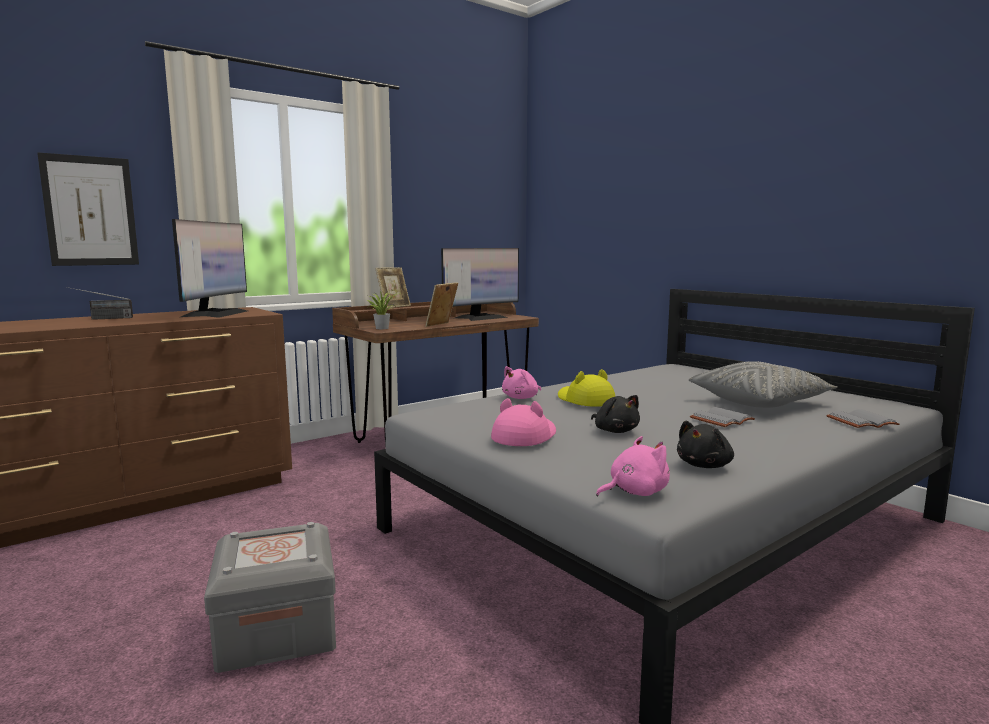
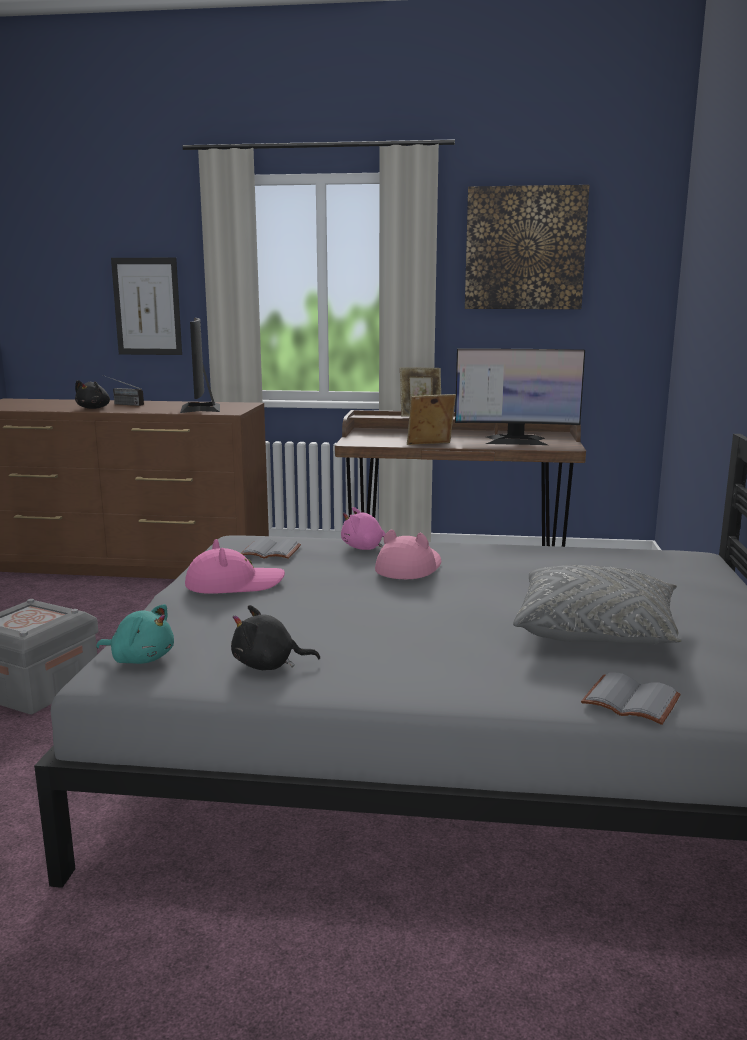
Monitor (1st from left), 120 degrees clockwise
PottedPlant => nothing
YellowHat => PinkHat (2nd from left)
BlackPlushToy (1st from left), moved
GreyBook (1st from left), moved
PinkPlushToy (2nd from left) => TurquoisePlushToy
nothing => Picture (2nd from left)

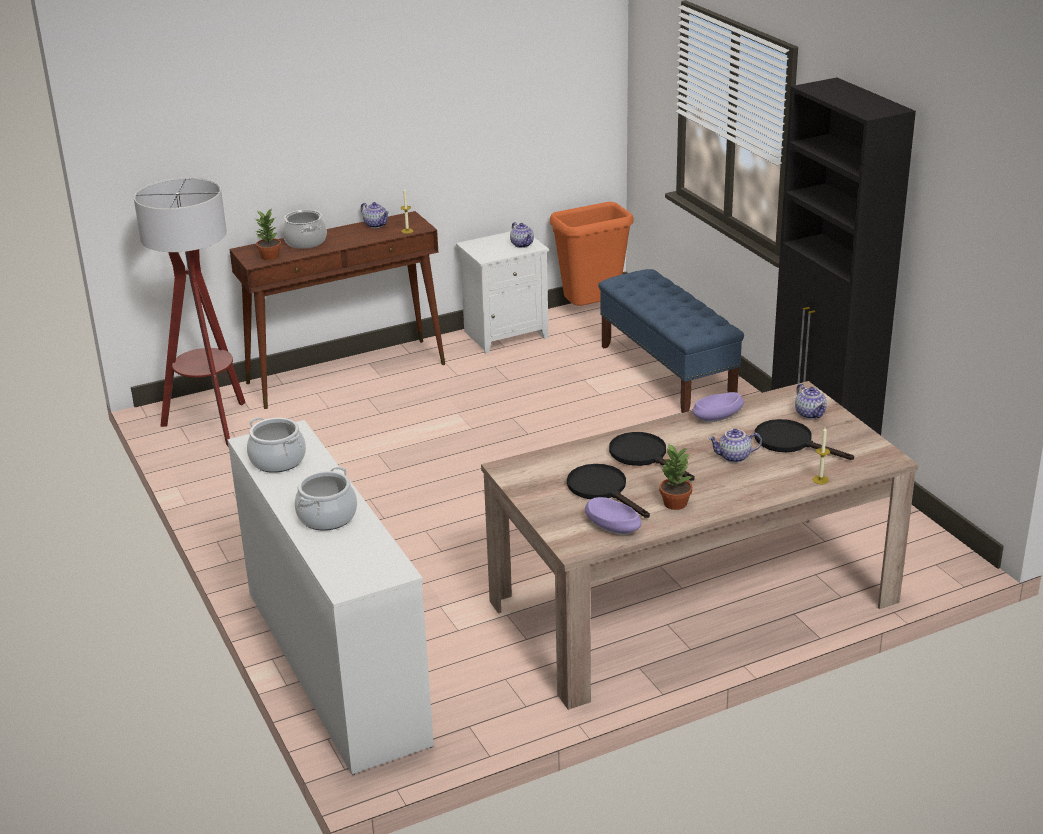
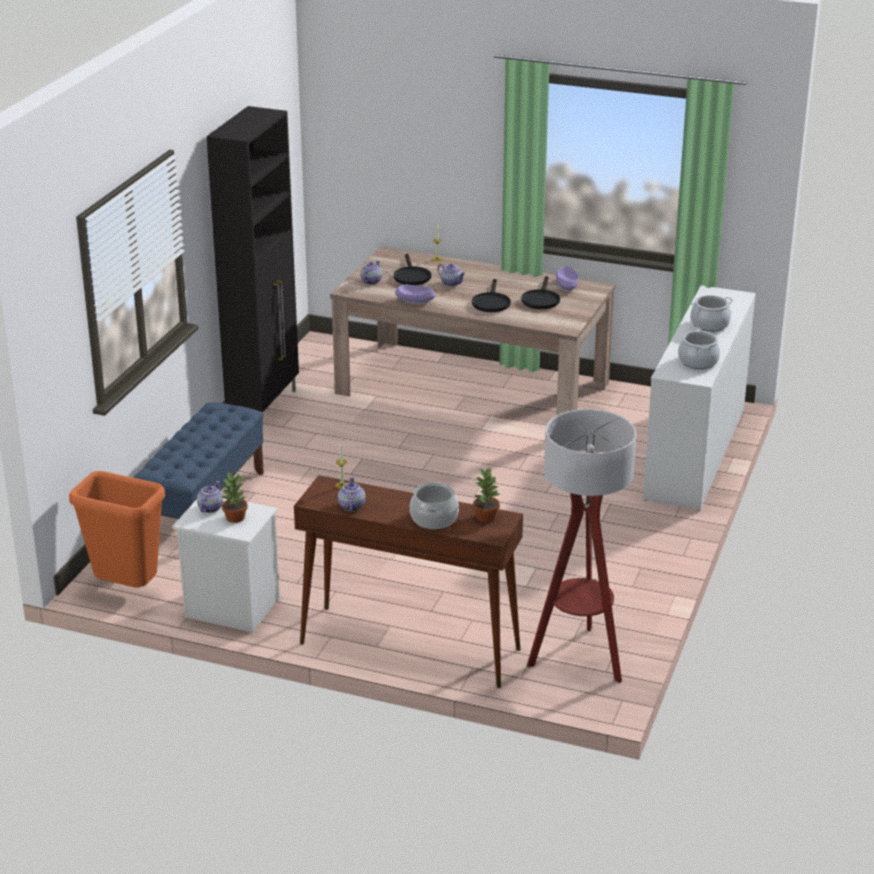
PottedPlant (2nd from left in the first image) => PottedPlant (1st from left), moved

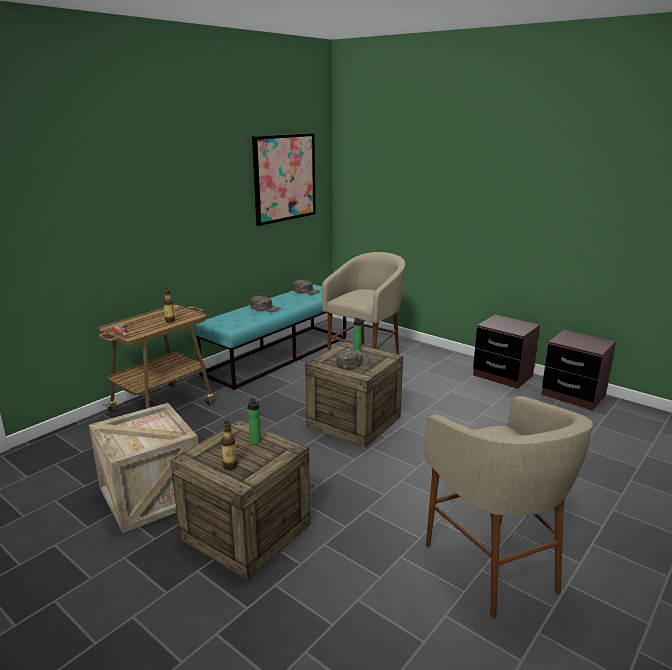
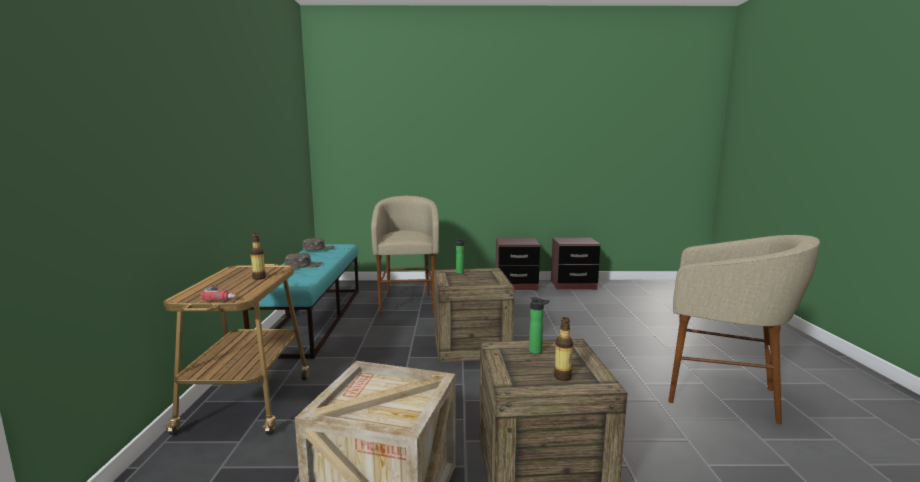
Picture => nothing
GreenCap (3rd from left) => nothing

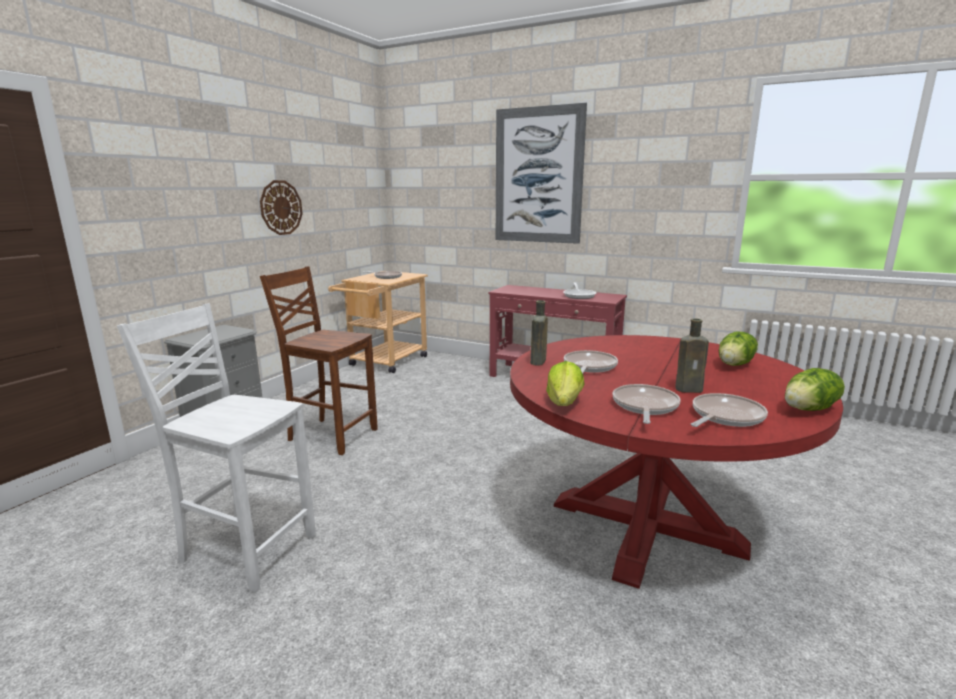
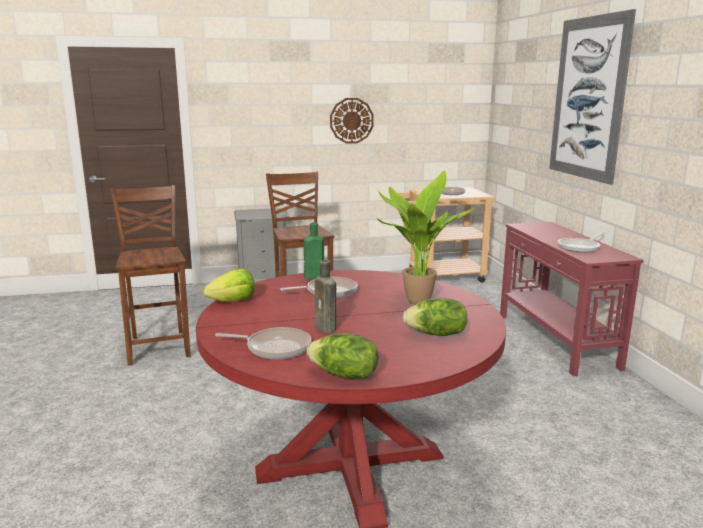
BrownBottle (1st from left) => GreenBottle
WhiteChair => BrownChair (1st from left)
FryingPan (4th from left) => nothing
nothing => PottedPlant

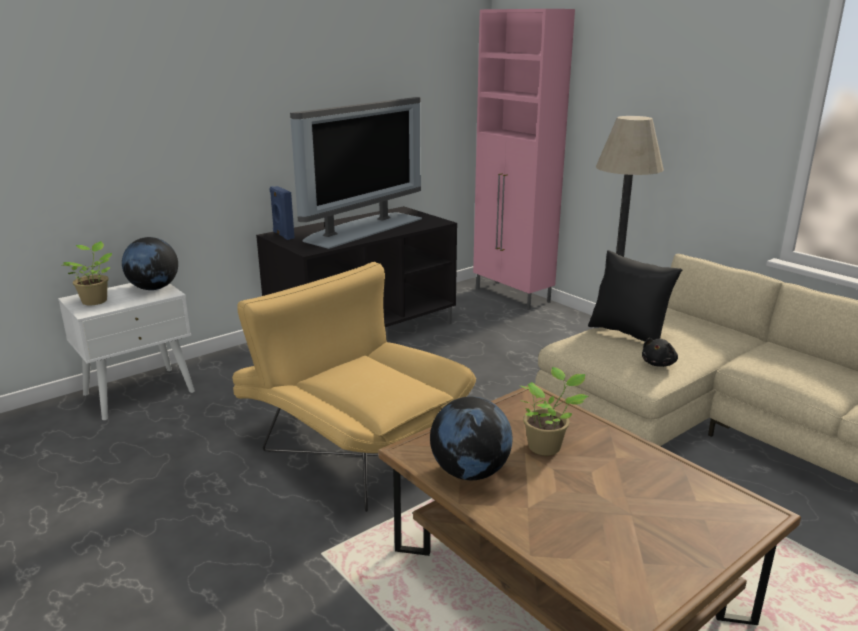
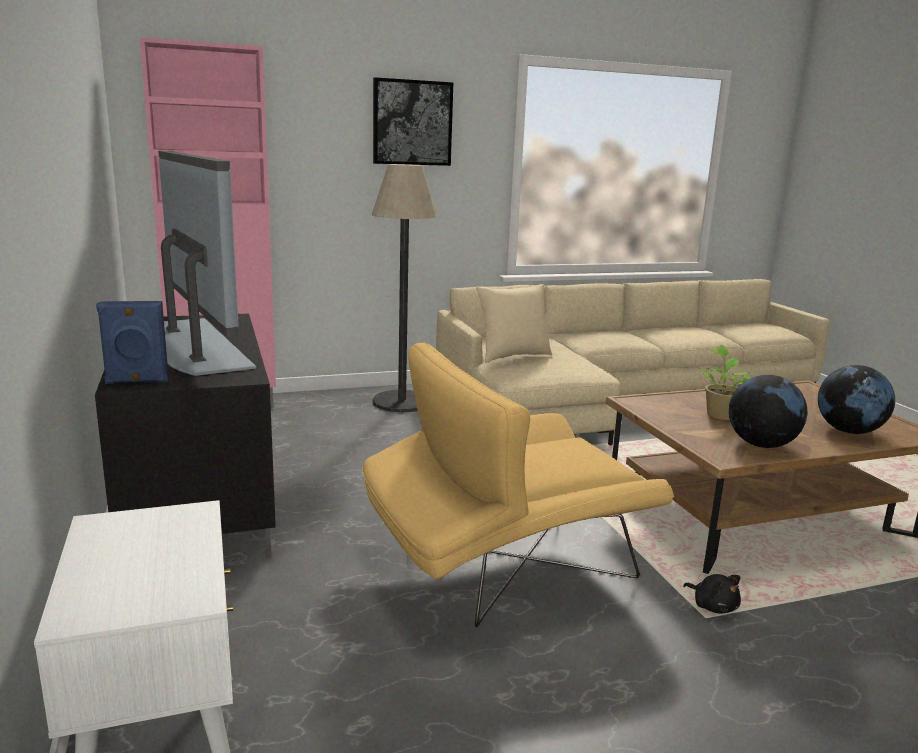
Globe (1st from left in the first image) => Globe (2nd from left), moved
PottedPlant (1st from left) => nothing
BlackPillow => BeigePillow
BlackPlushToy, moved
nothing => Picture

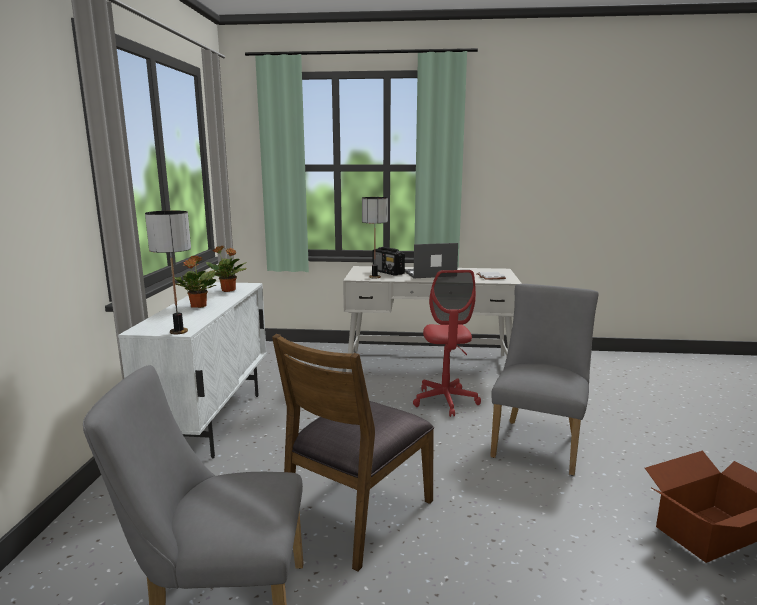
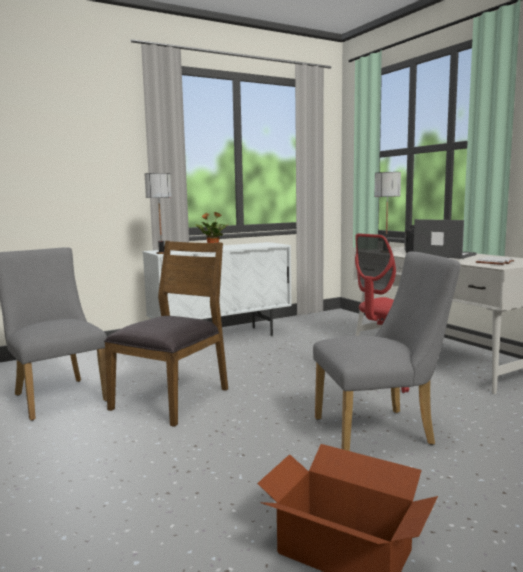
PottedPlant (2nd from left) => nothing
BrownChair, 120 degrees clockwise

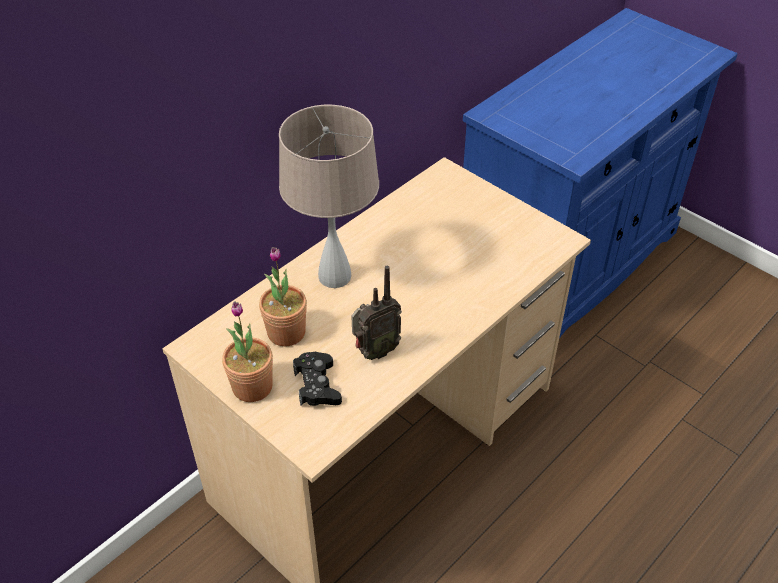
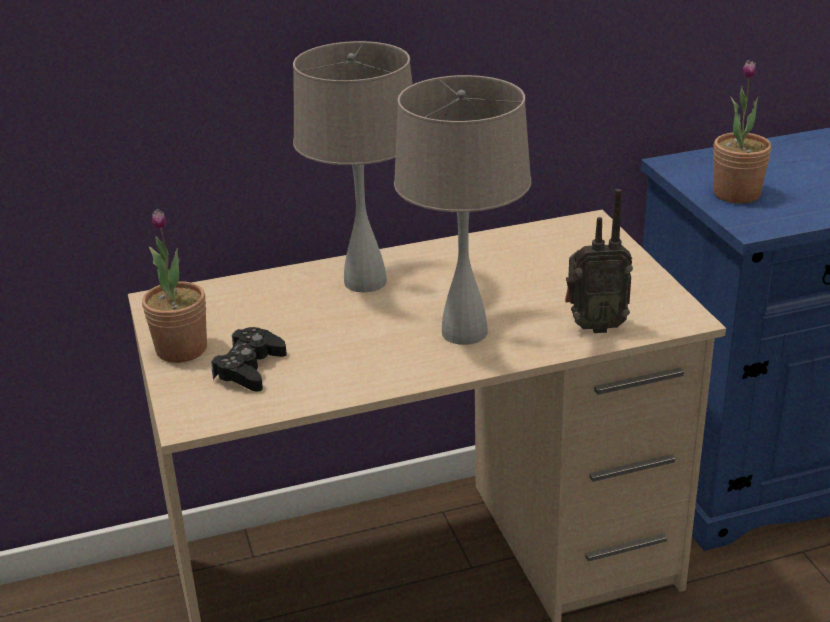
PottedPlant (2nd from left), moved
Radio, moved
nothing => BeigeTableLamp (2nd from left)

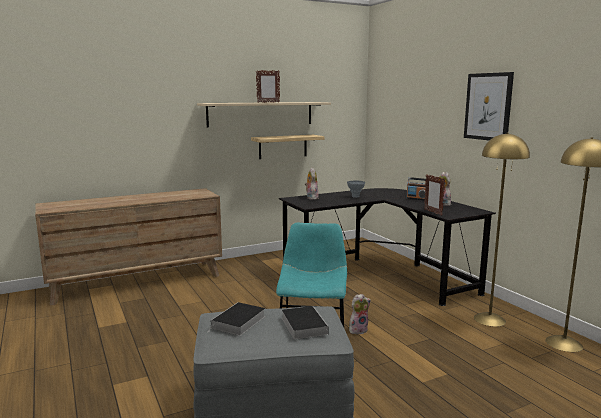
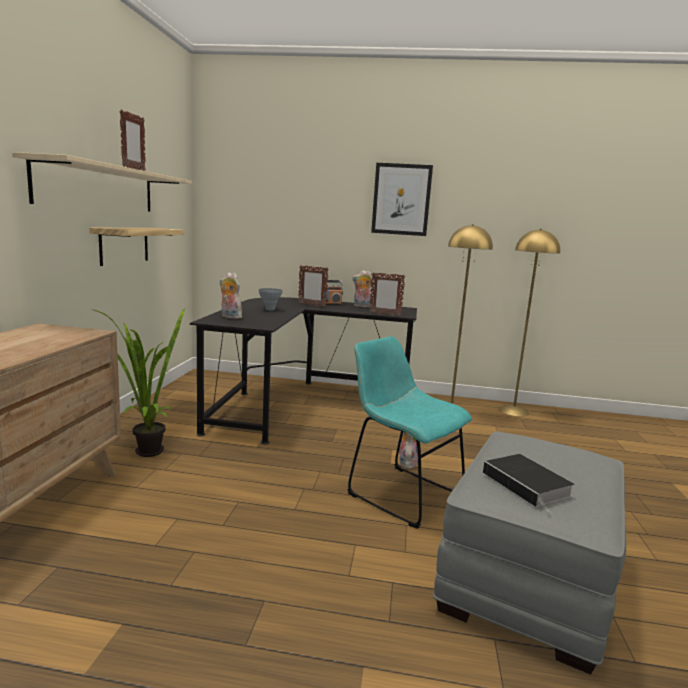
Book (2nd from left) => nothing
nothing => PictureFrame (2nd from left)
nothing => PottedPlant

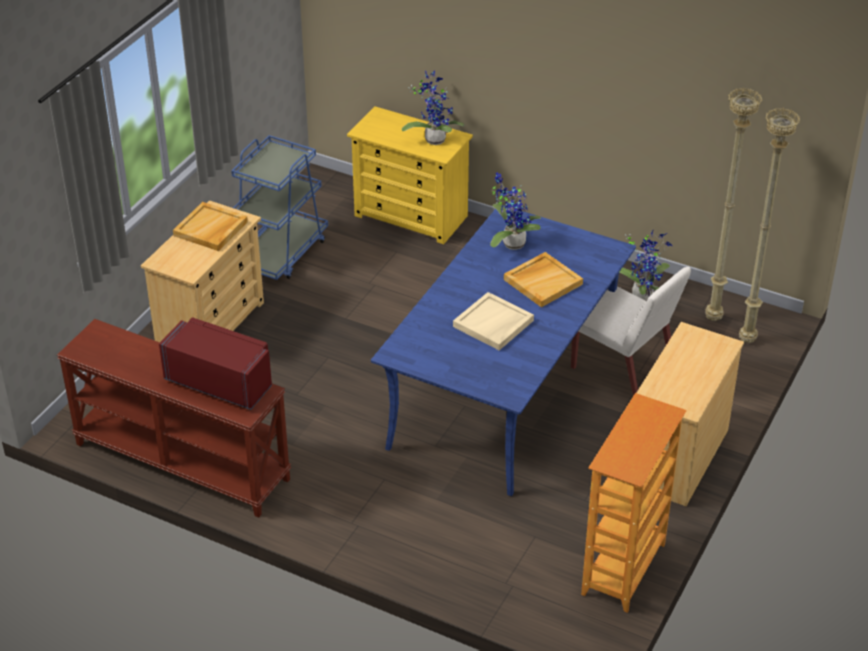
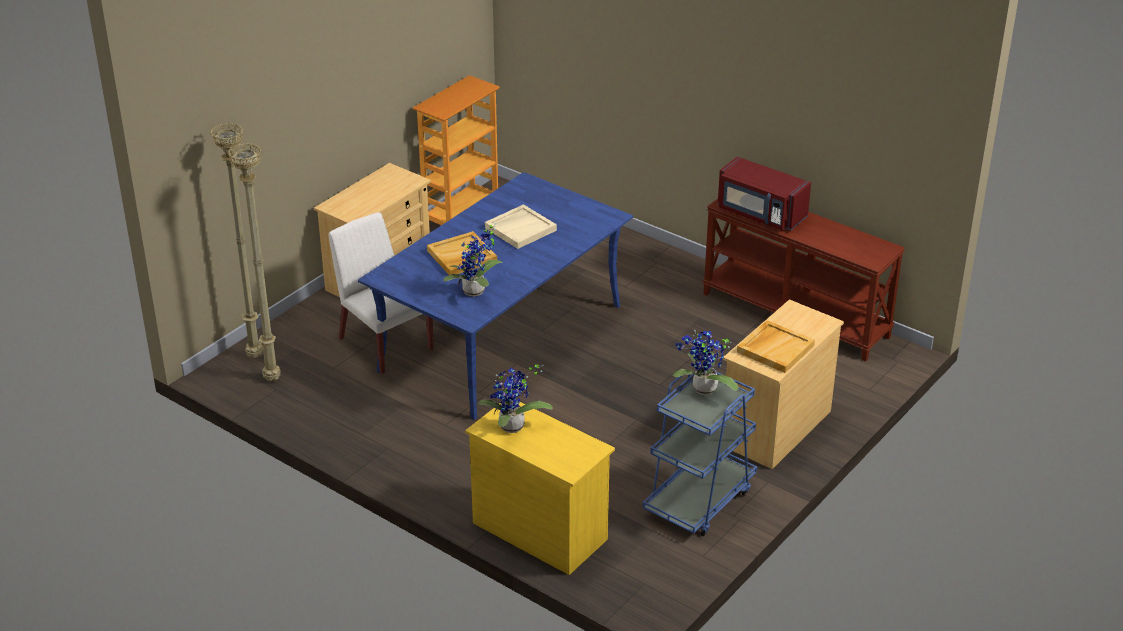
PottedPlant (3rd from left), moved

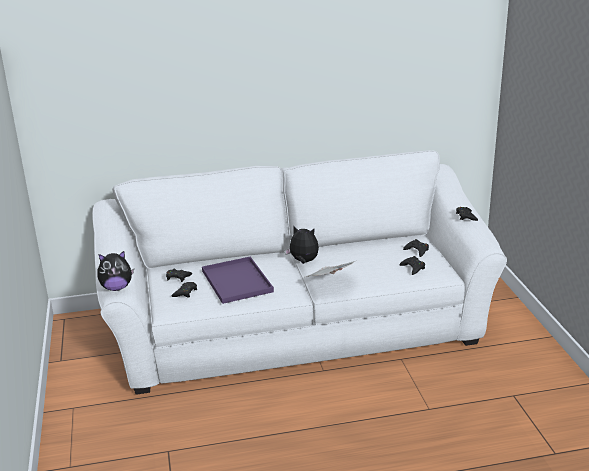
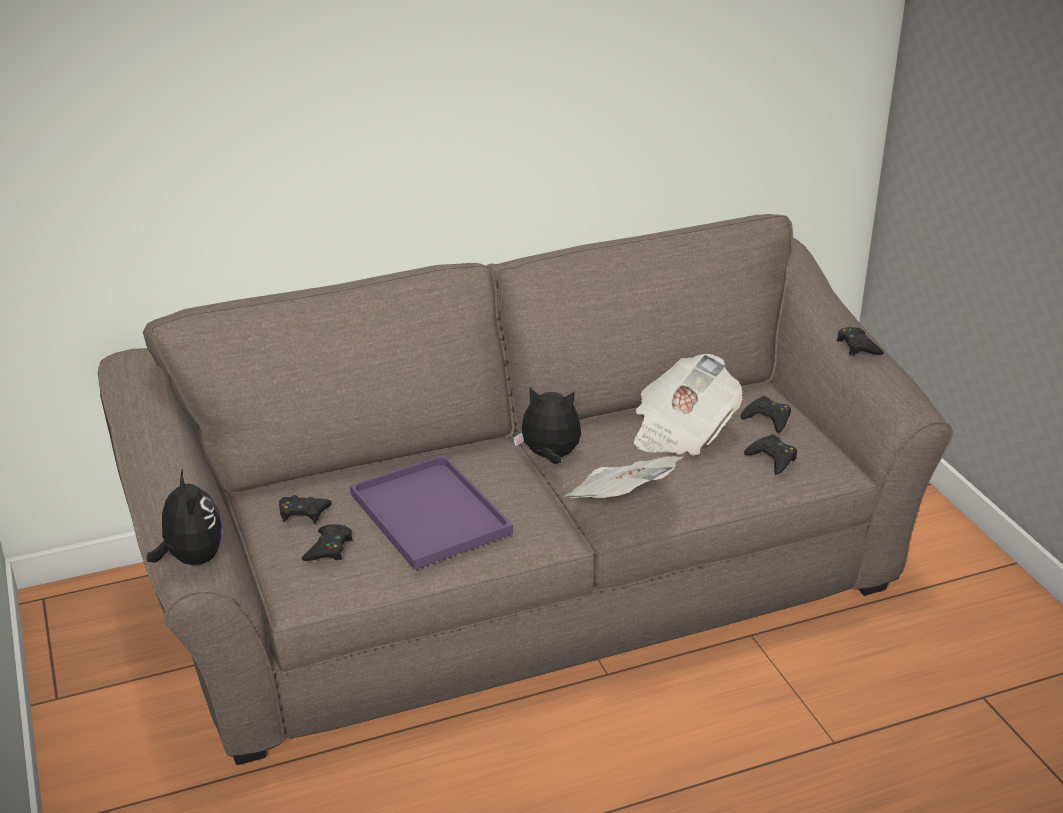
WhiteSofa => BrownSofa
PlushToy (1st from left), 90 degrees counterclockwise
nothing => Newspaper (2nd from left)

